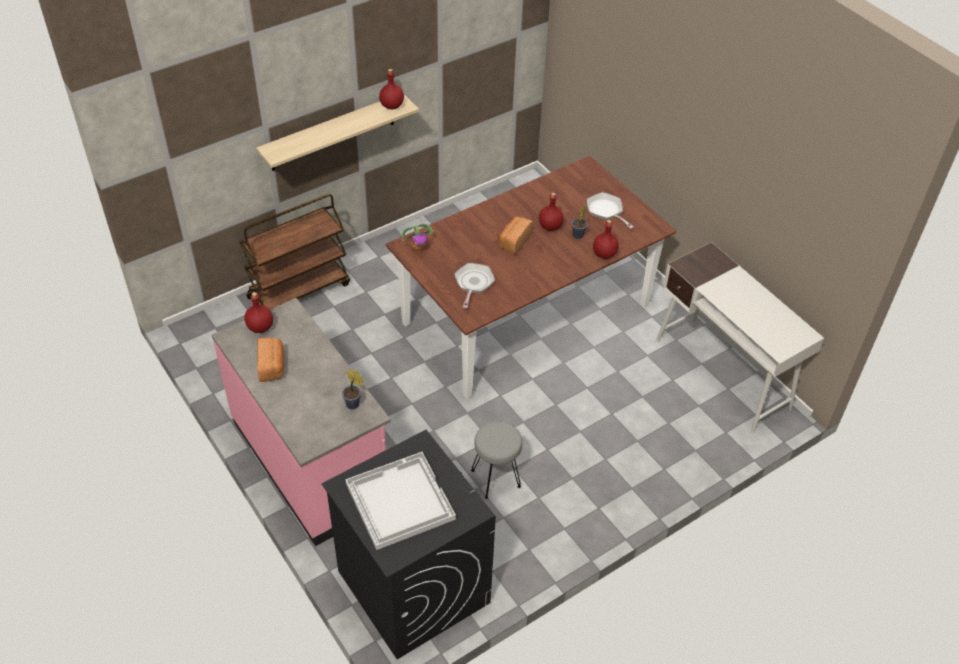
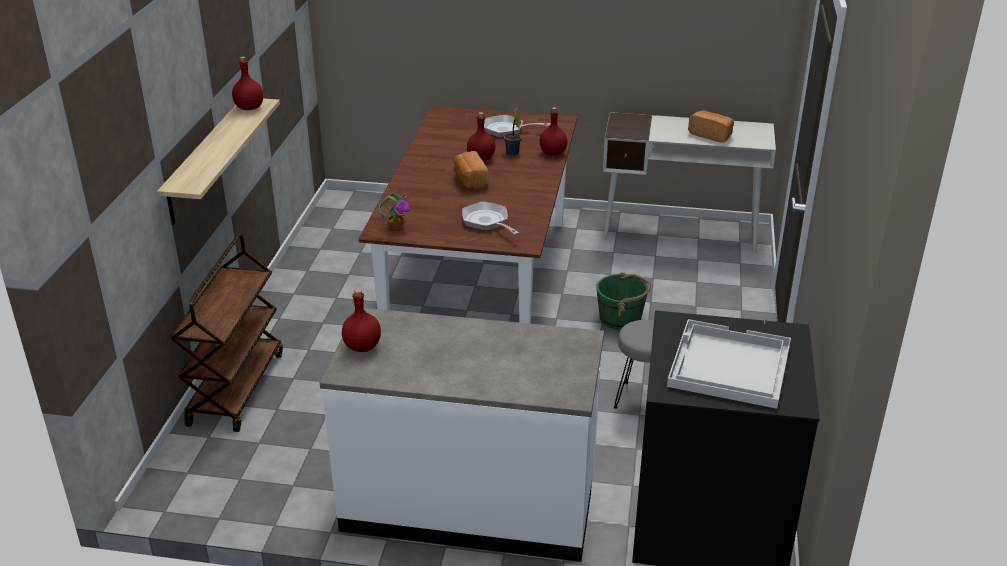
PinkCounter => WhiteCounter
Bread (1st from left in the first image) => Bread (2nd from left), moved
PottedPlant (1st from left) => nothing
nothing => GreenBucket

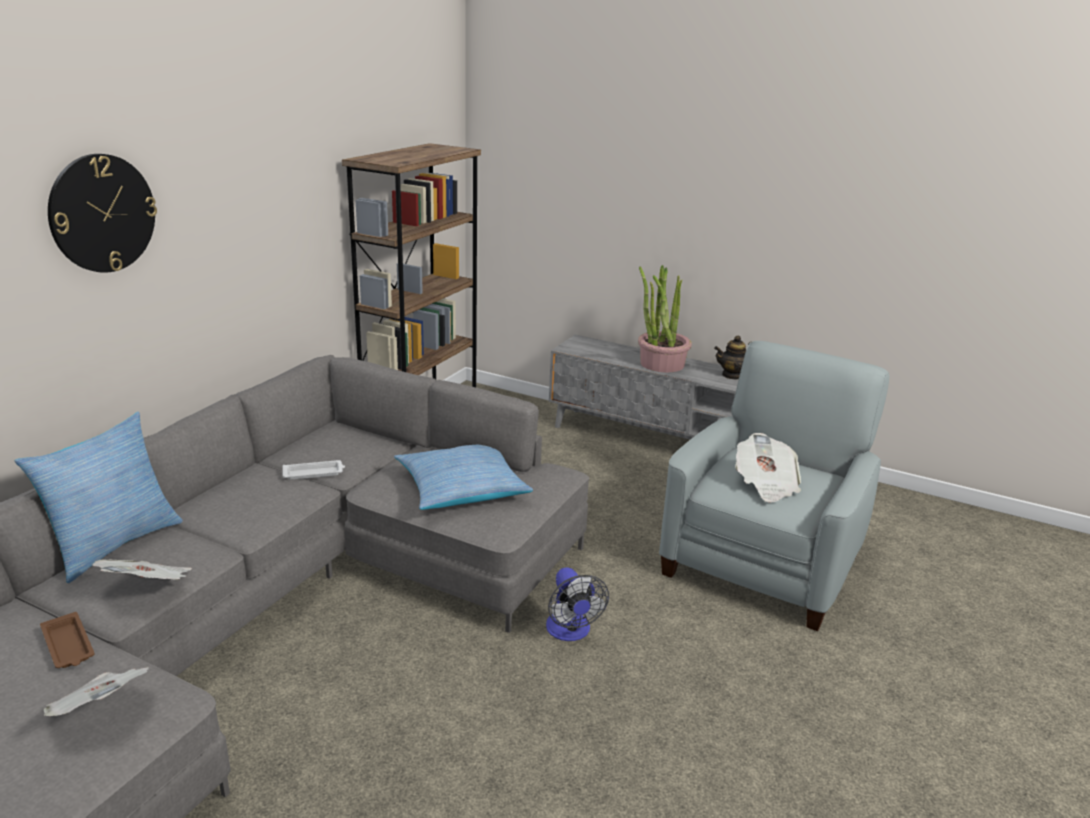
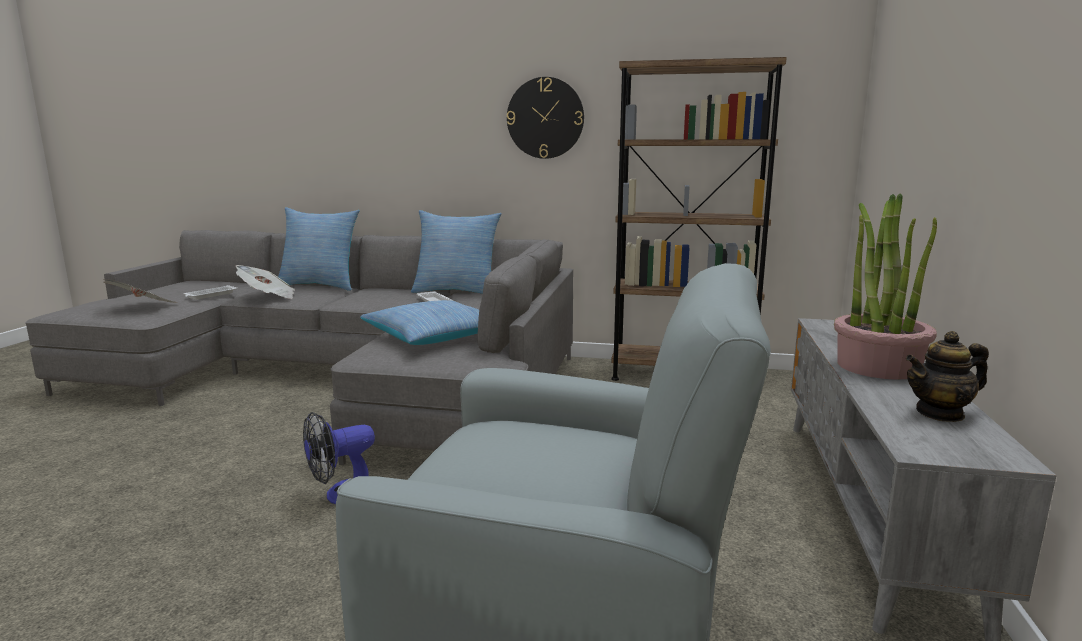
WallClock, moved
Teapot, 75 degrees counterclockwise
Newspaper (3rd from left) => nothing
BrownTray => WhiteTray (1st from left)
nothing => Pillow (3rd from left)

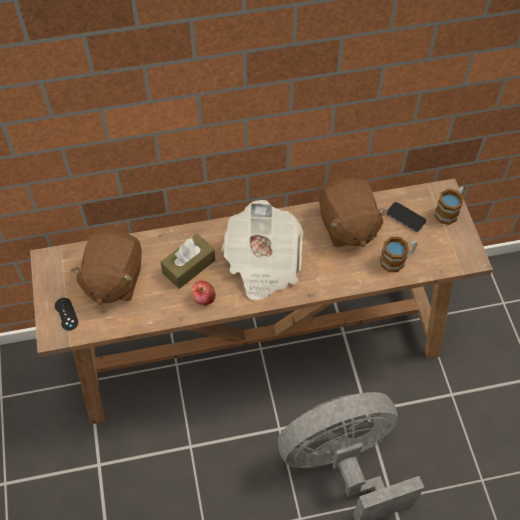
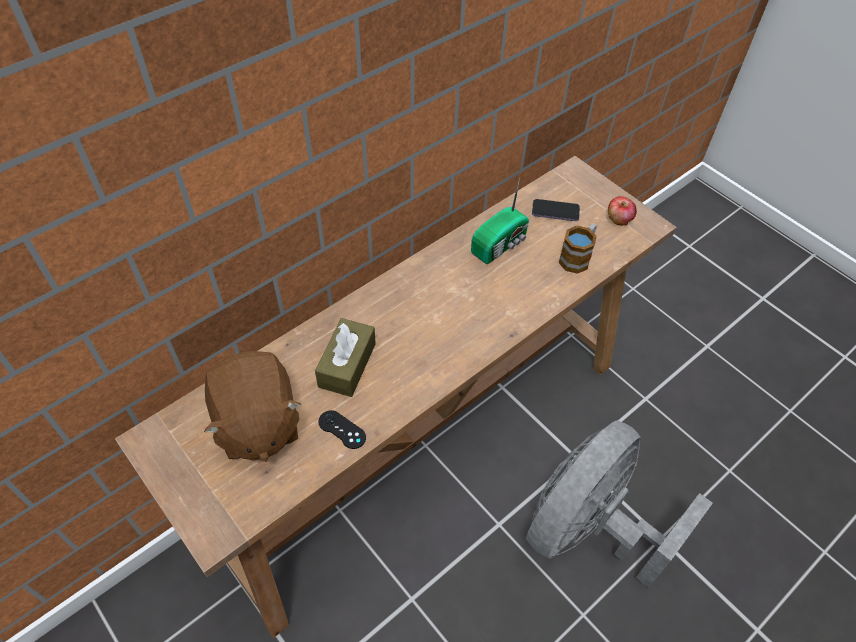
BrownPlushToy (2nd from left) => Radio
Mug (2nd from left) => nothing
Newspaper => nothing
Apple, moved
BlackGameController, moved

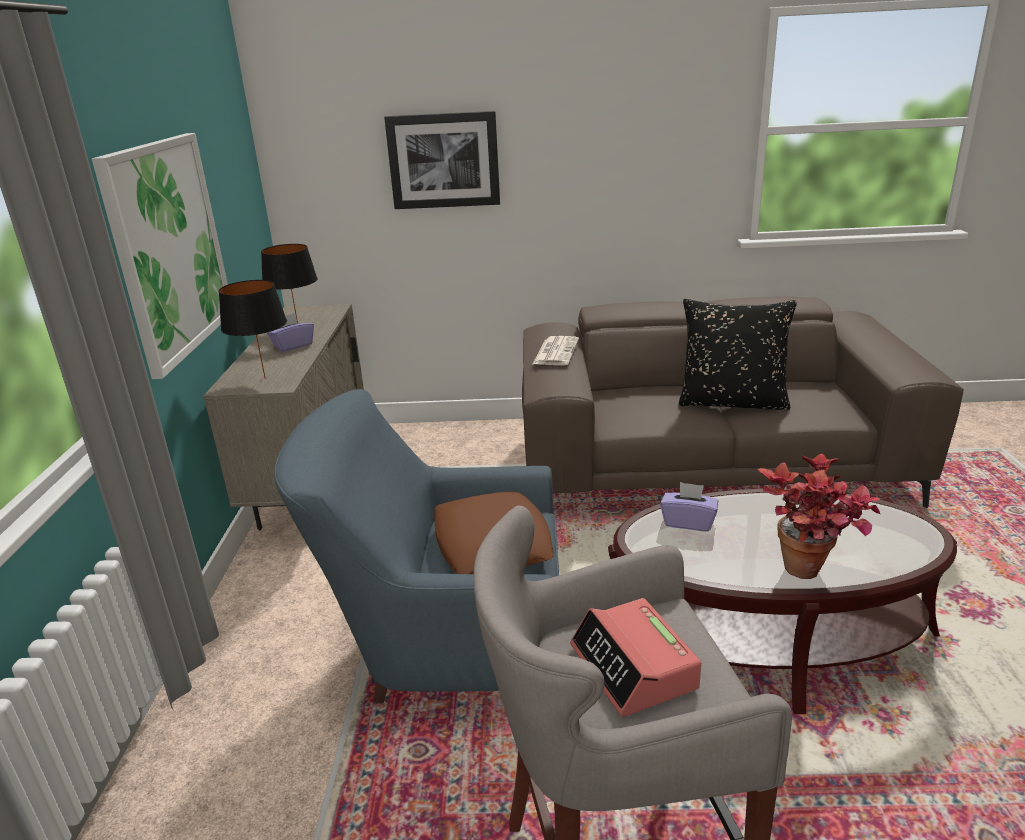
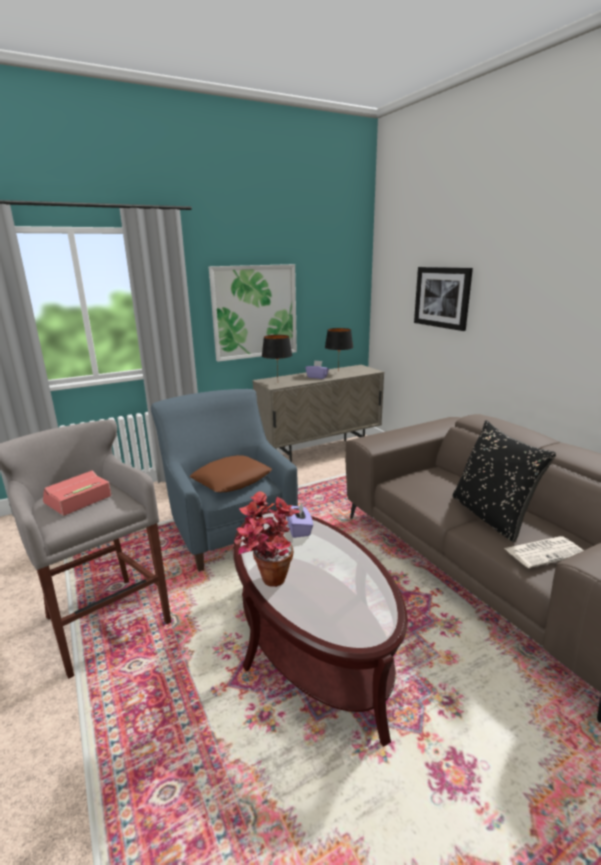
Newspaper, moved

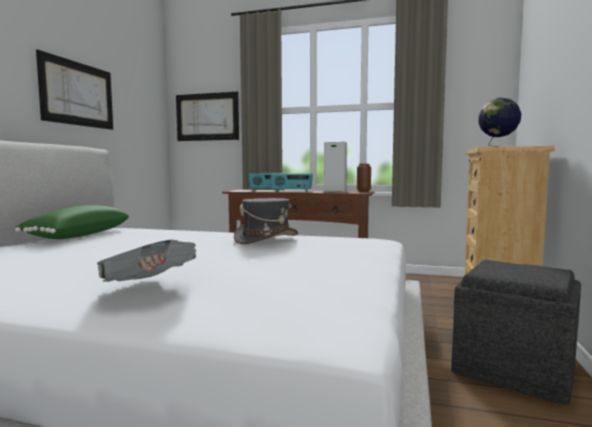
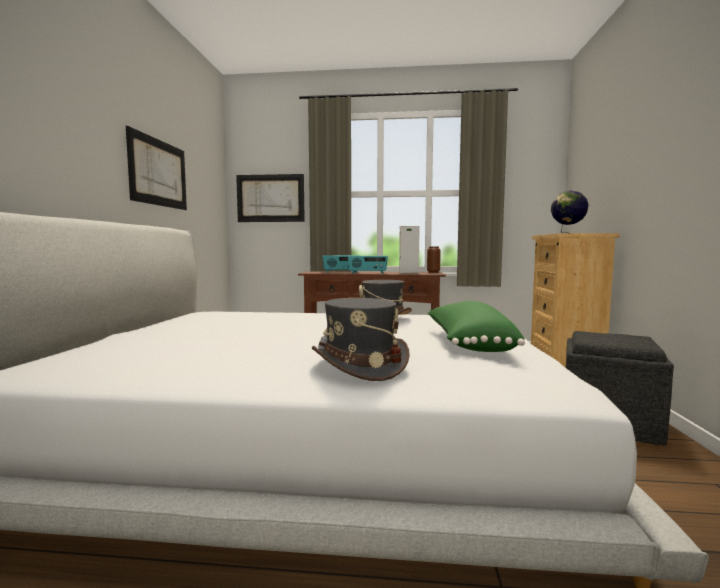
GreenPillow, moved
Newspaper => GreyHat (1st from left)

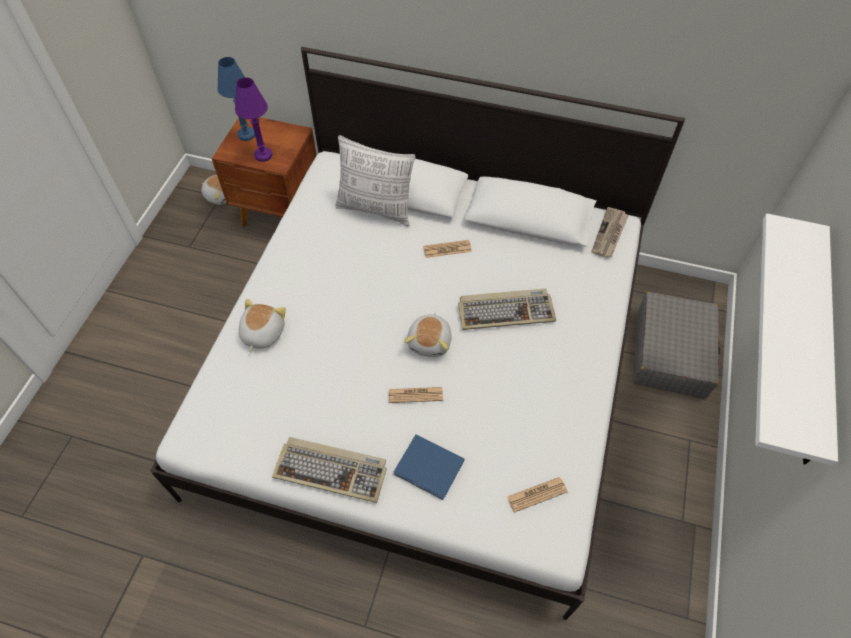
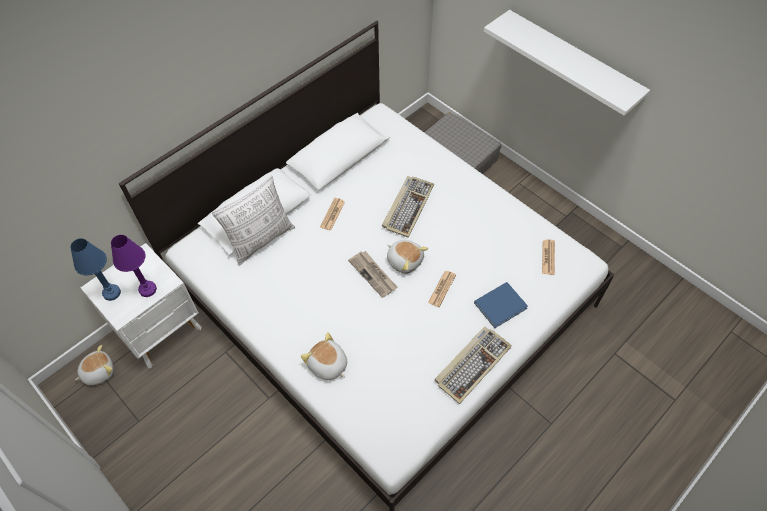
BrownNightstand => WhiteNightstand
Newspaper (4th from left in the first image) => Newspaper (2nd from left), moved

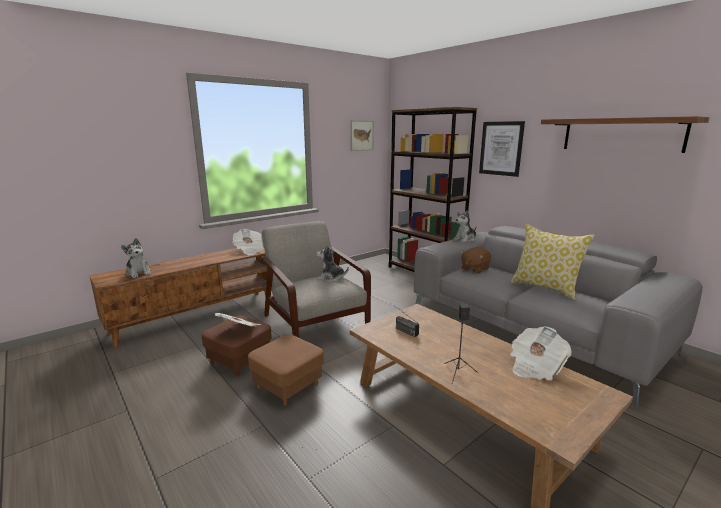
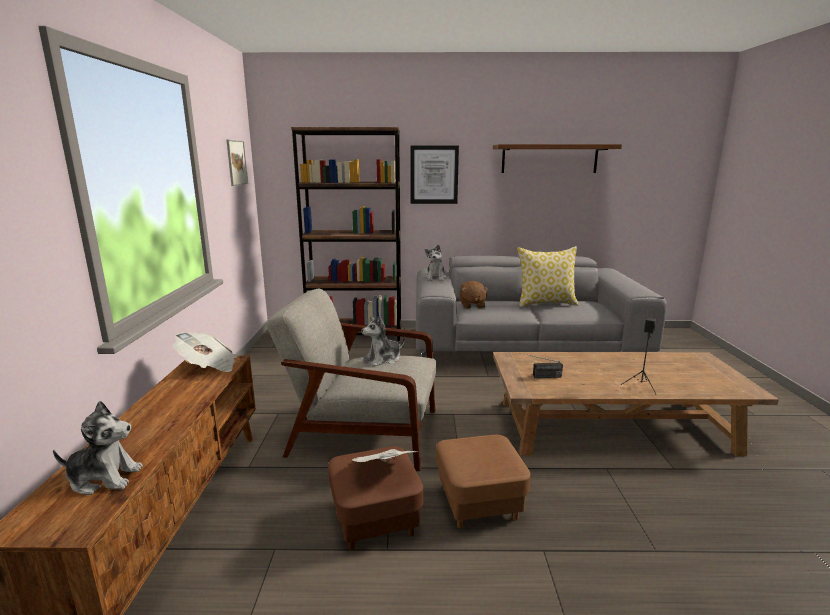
Newspaper (3rd from left) => nothing

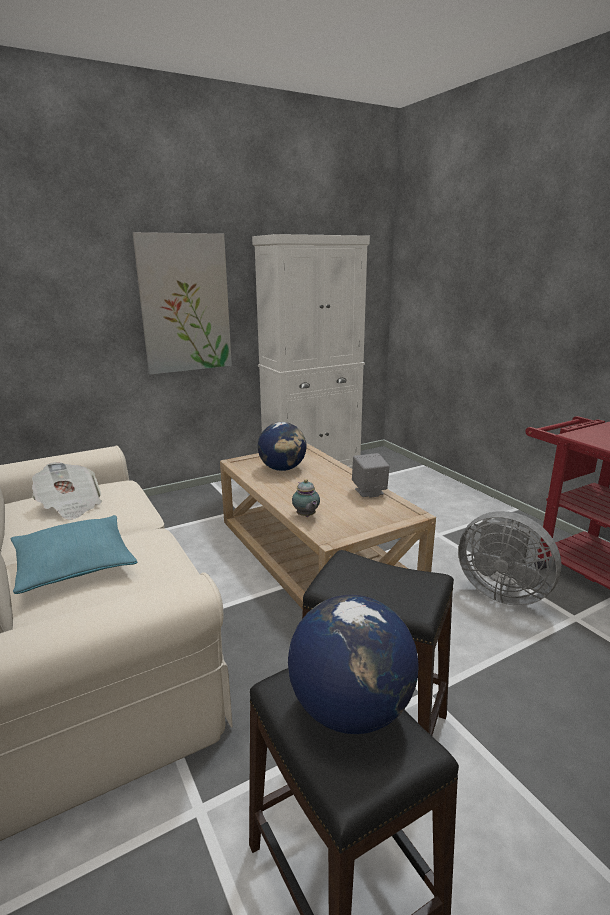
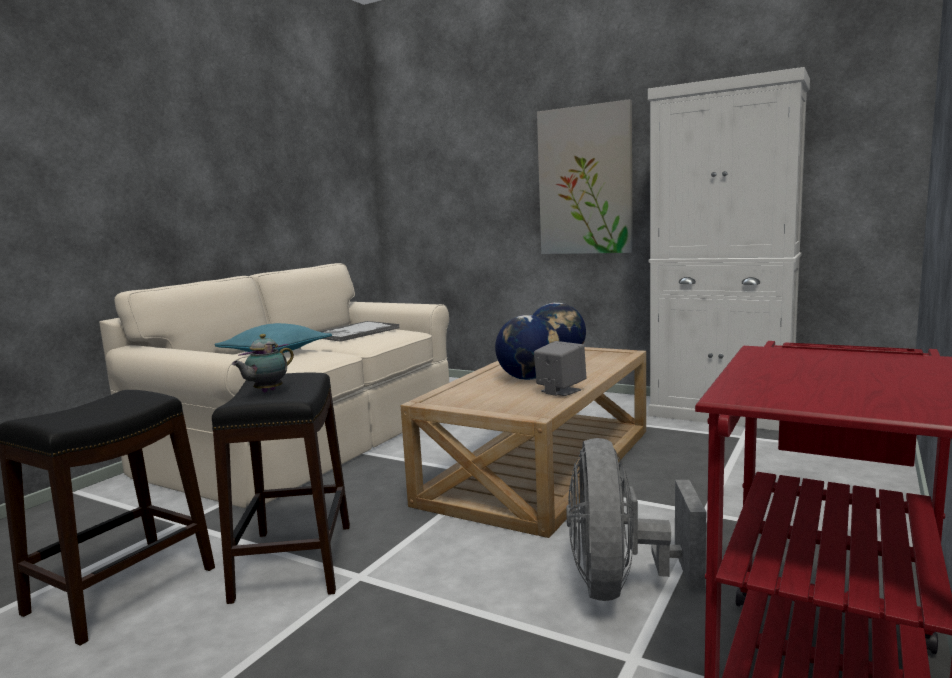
Newspaper => Tray
Teapot, moved
Globe (2nd from left in the first image) => Globe (1st from left), moved

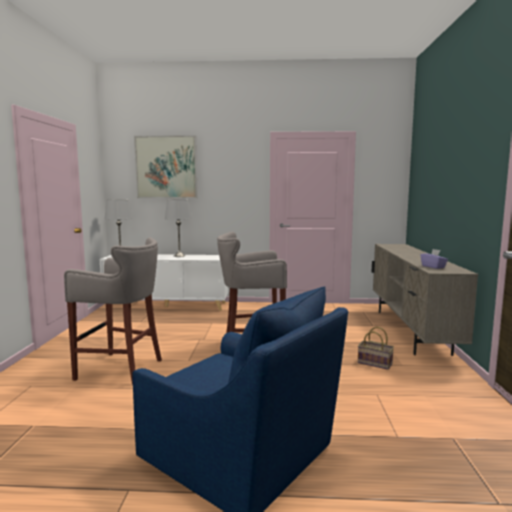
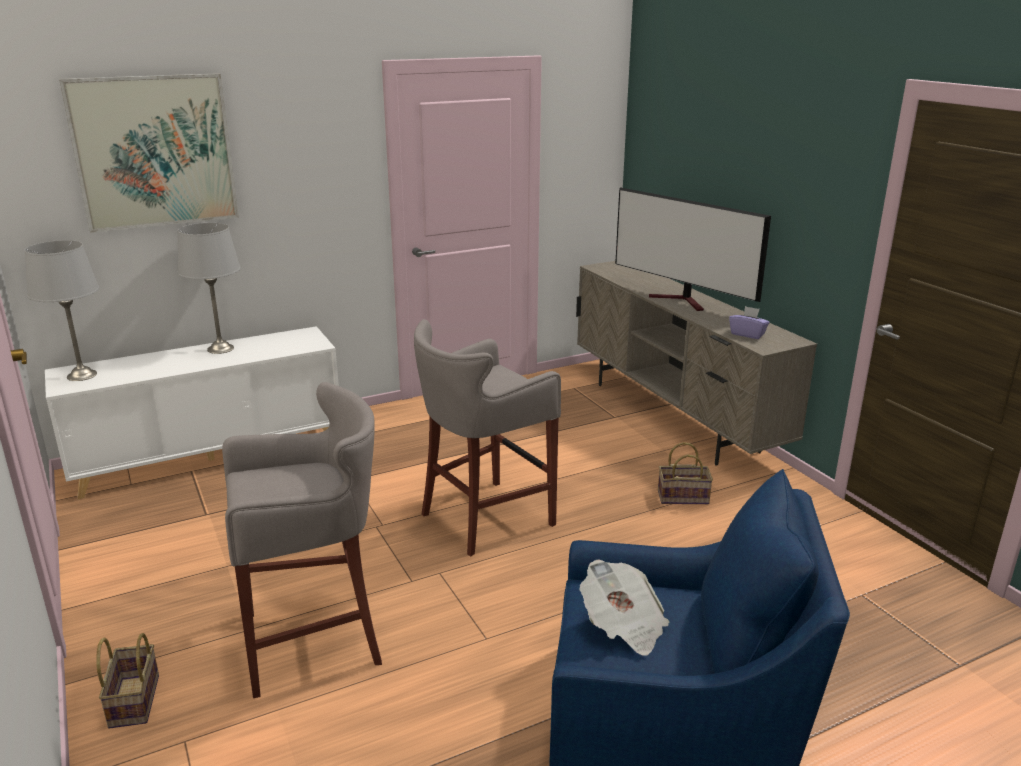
nothing => Television
nothing => Newspaper
nothing => Basket (1st from left)

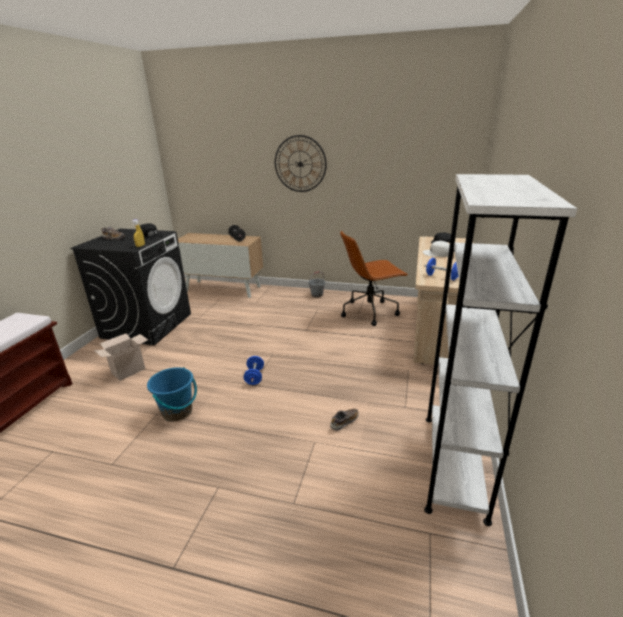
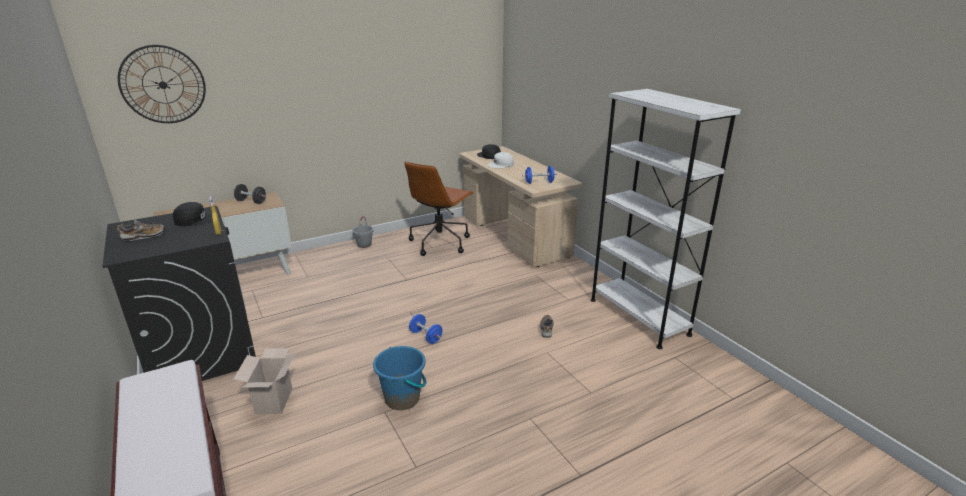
WallClock, moved

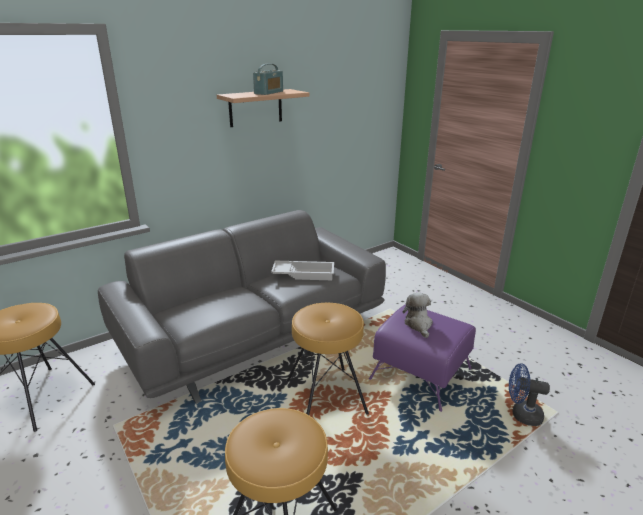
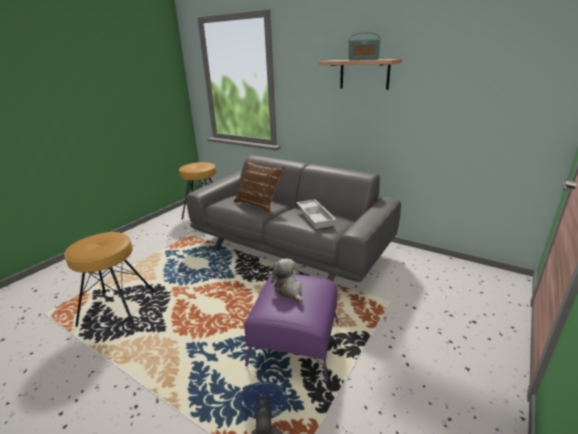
PlushToy, 90 degrees counterclockwise
BrownStool (3rd from left) => nothing
nothing => BrownPillow

